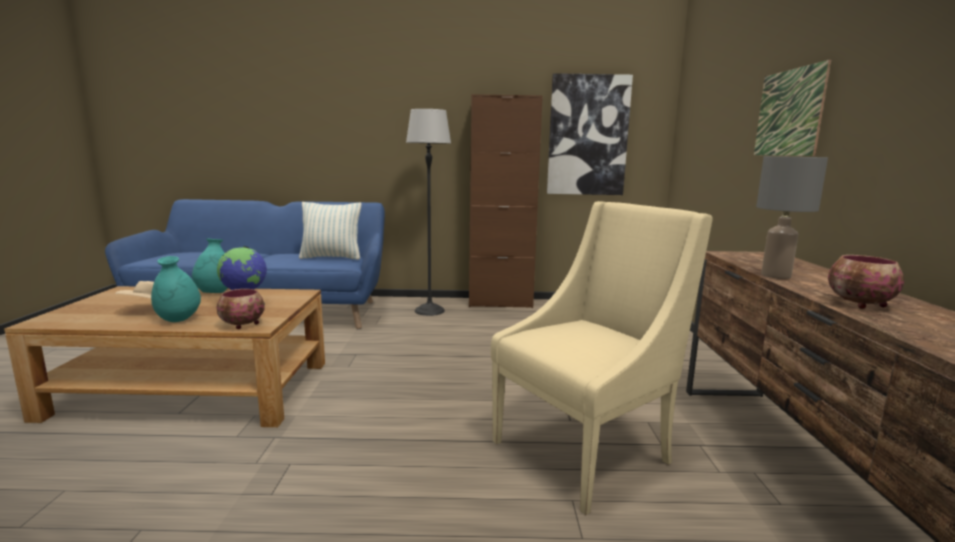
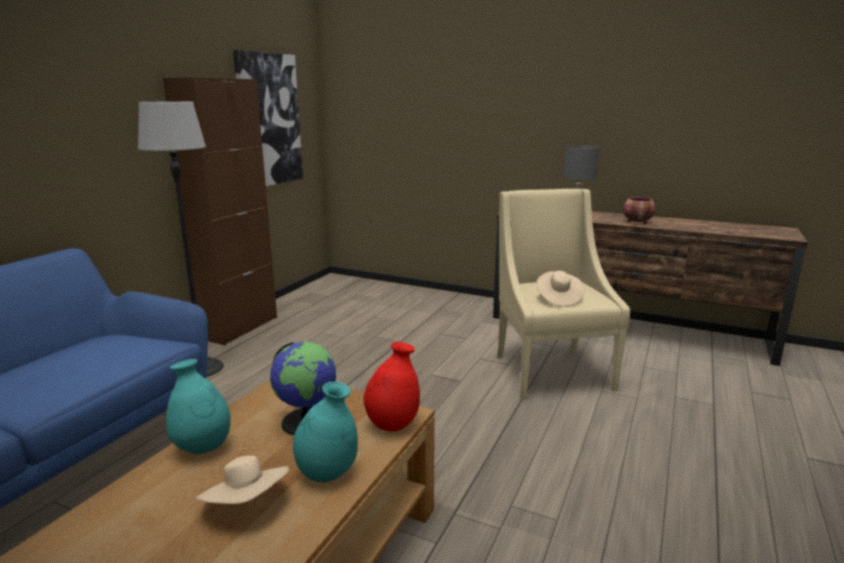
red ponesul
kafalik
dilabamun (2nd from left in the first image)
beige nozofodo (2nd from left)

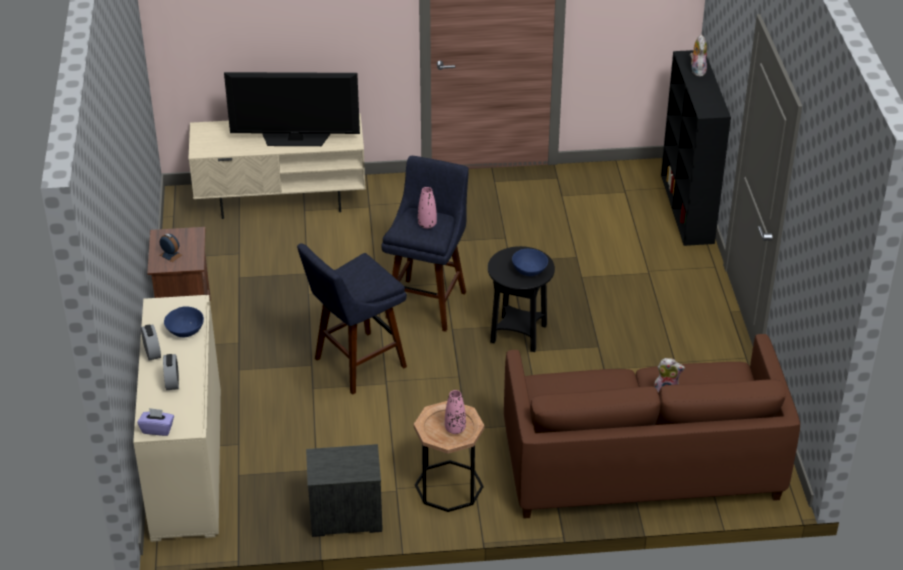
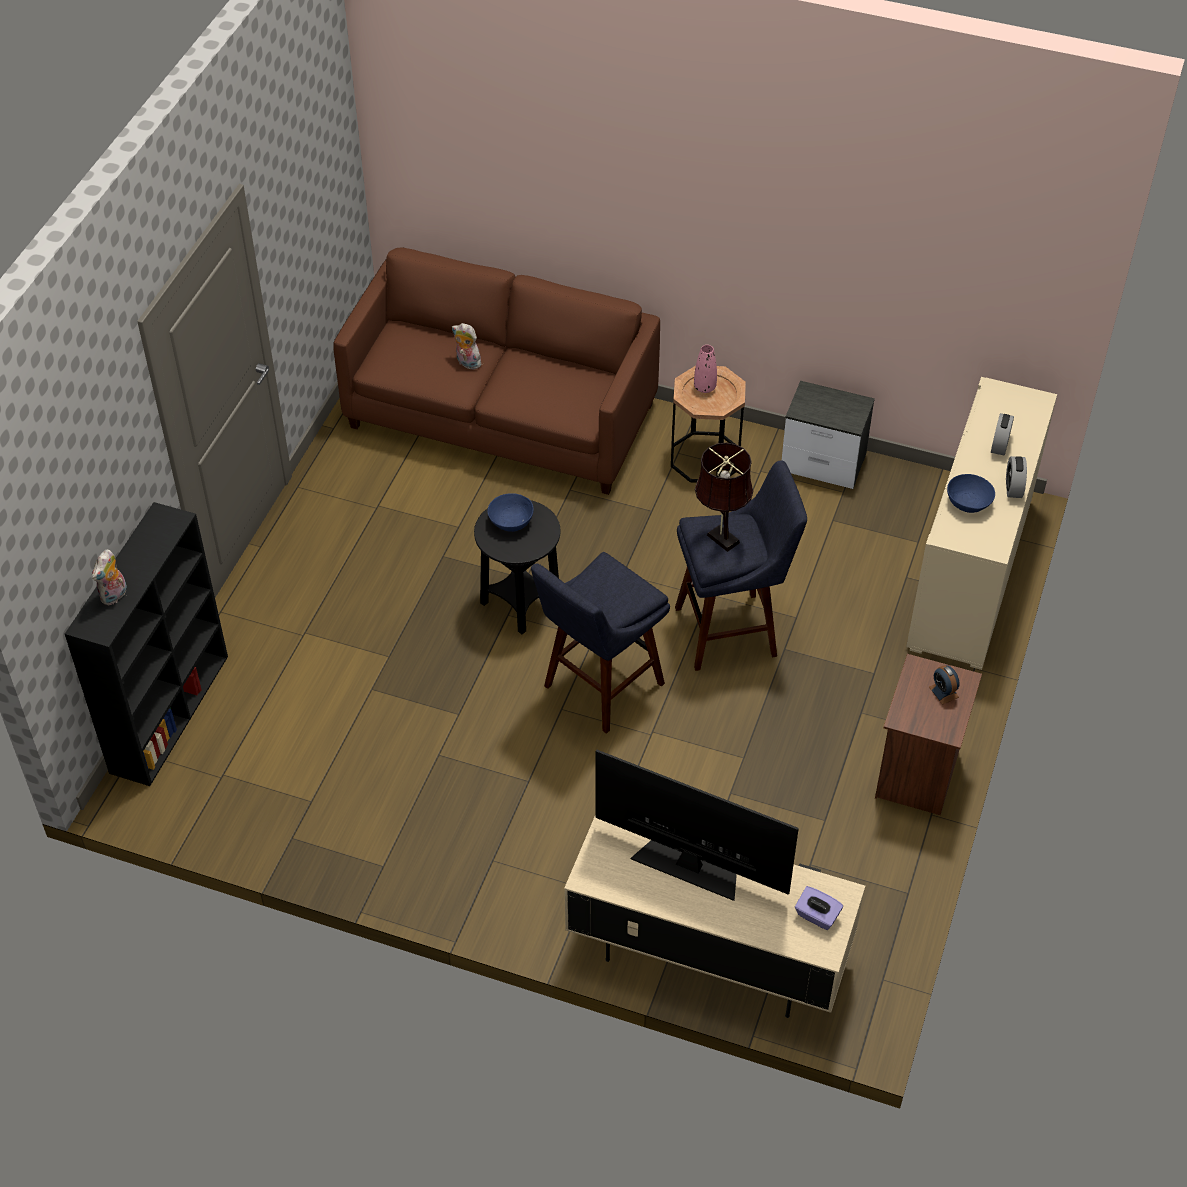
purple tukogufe
pink ponesul (1st from left in the first image)
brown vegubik

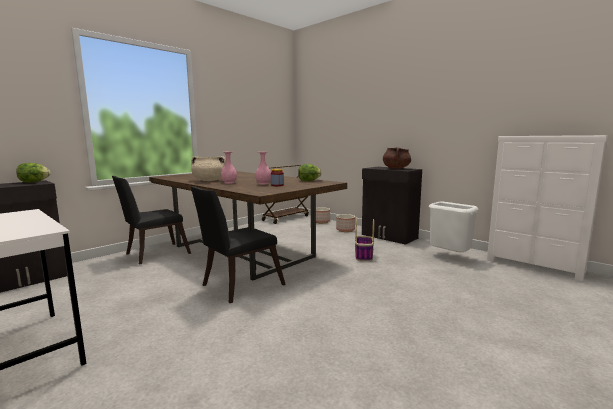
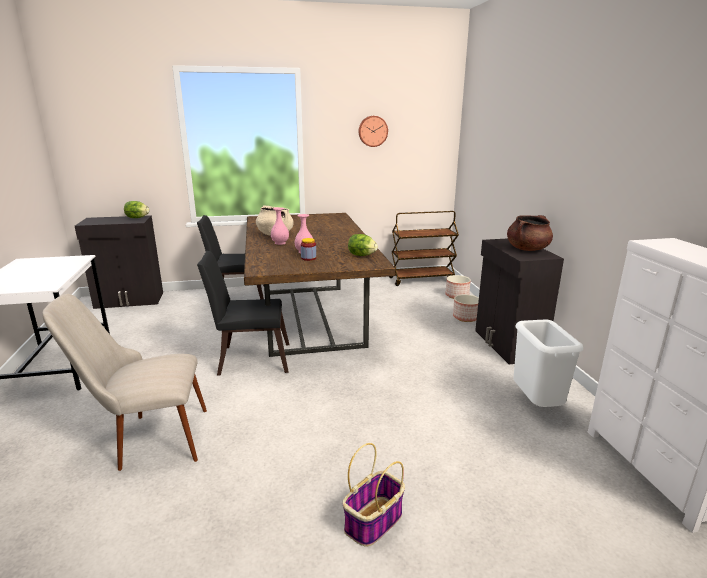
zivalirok
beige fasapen
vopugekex

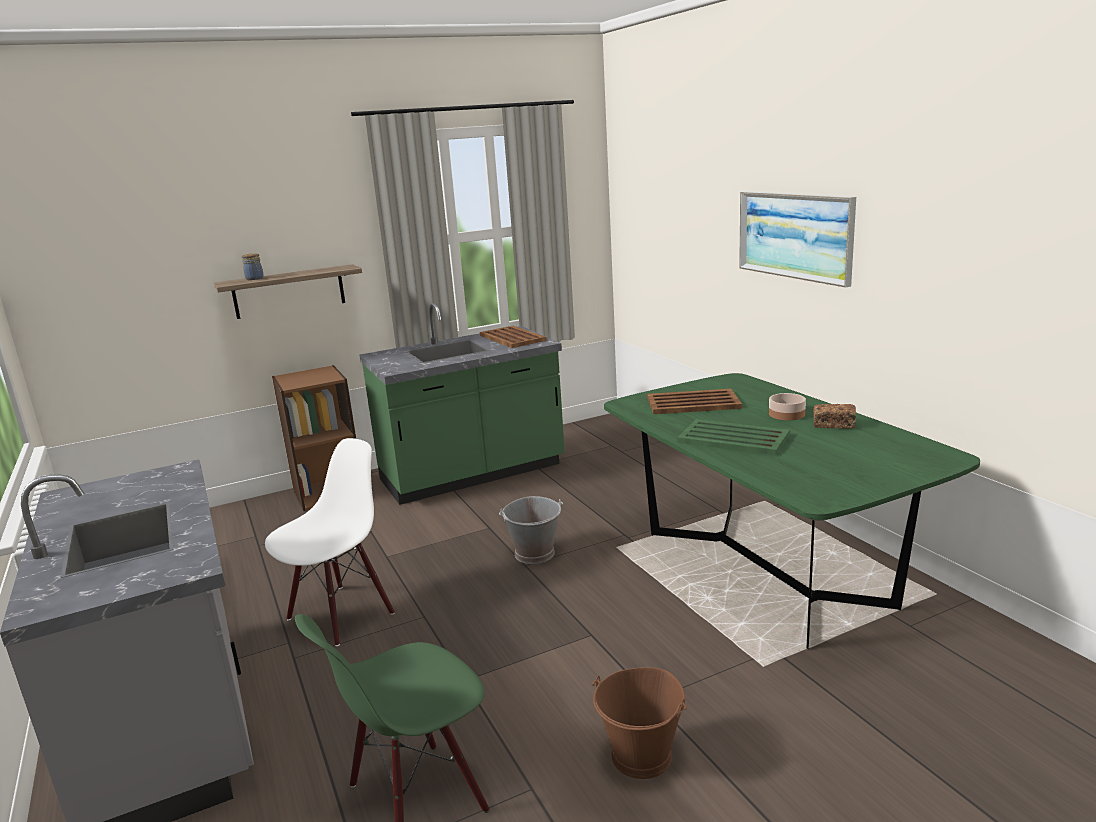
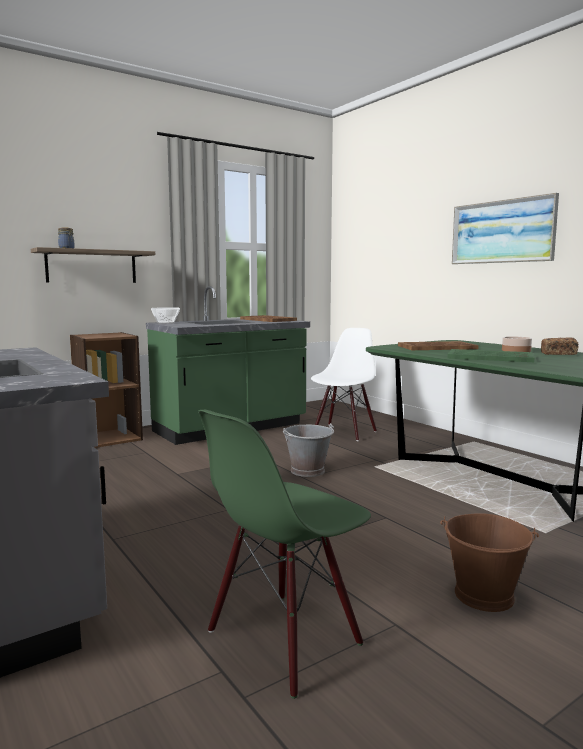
white fasapen
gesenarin (1st from left)

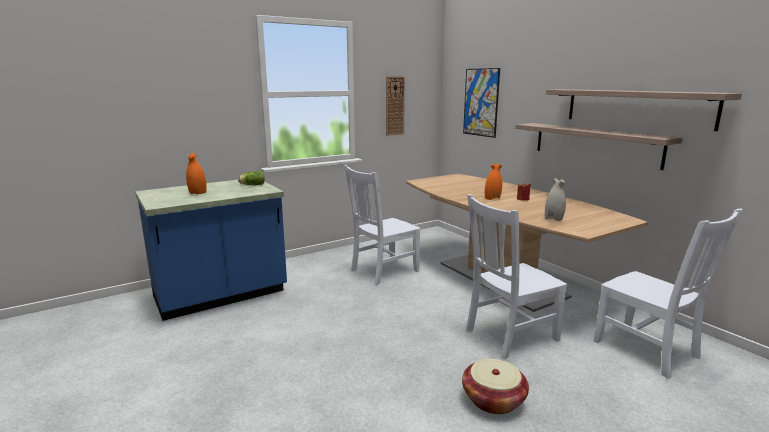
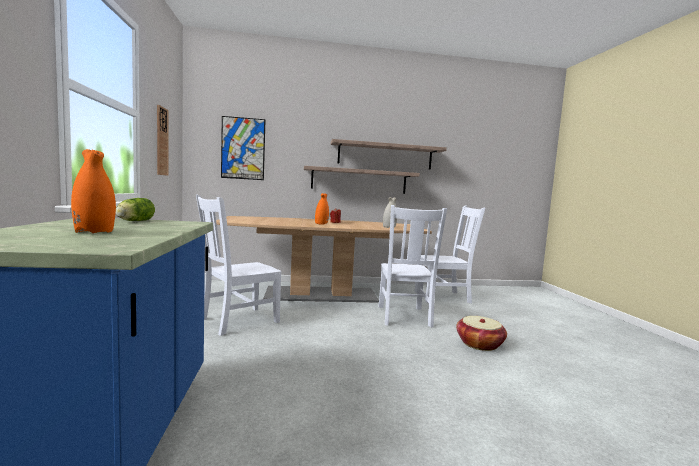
white fasapen (1st from left)

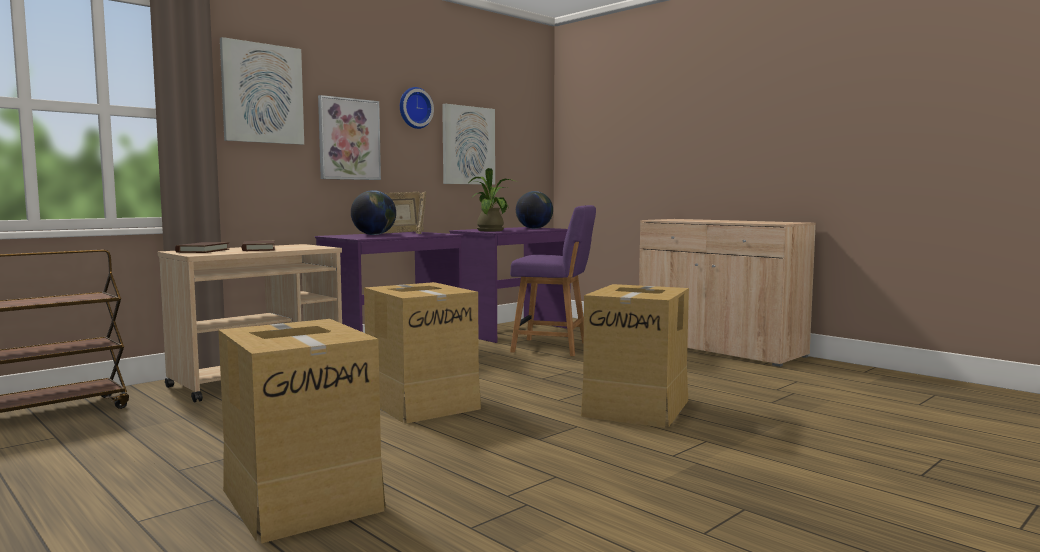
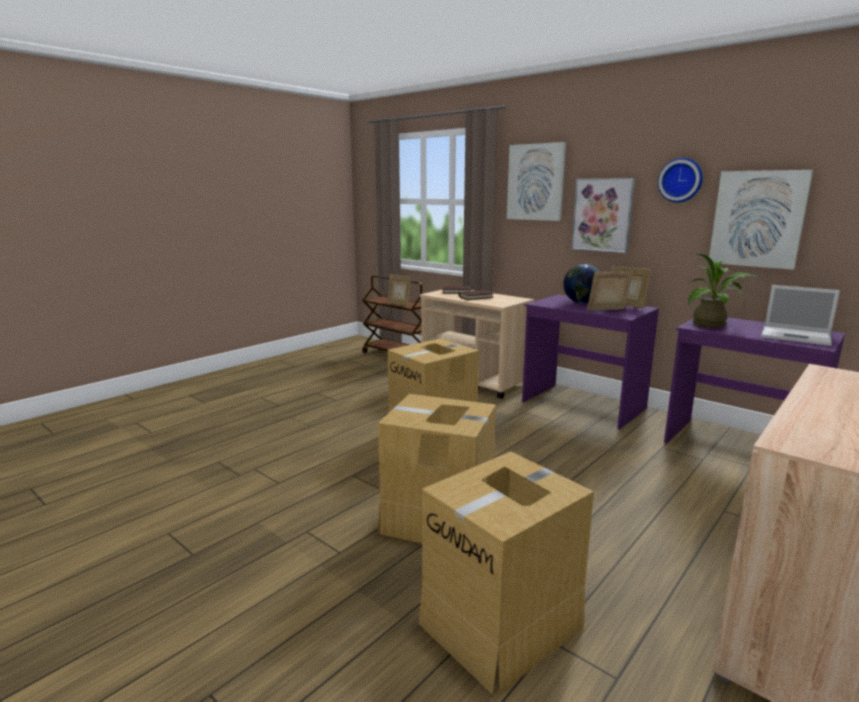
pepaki (3rd from left)
purple fasapen
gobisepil
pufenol (1st from left)

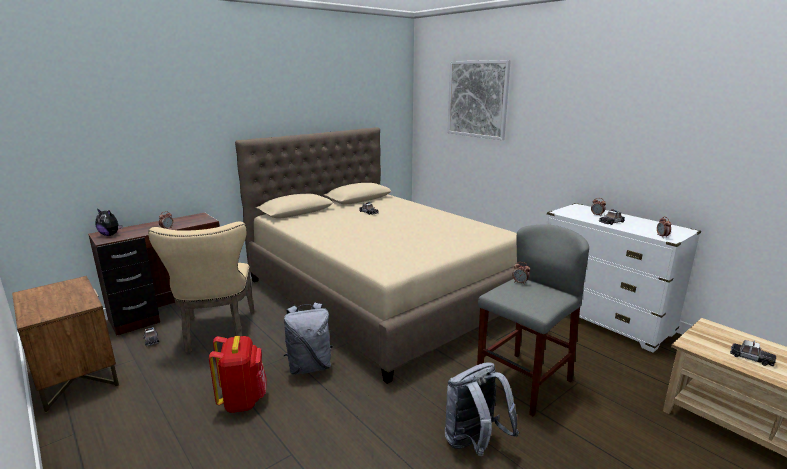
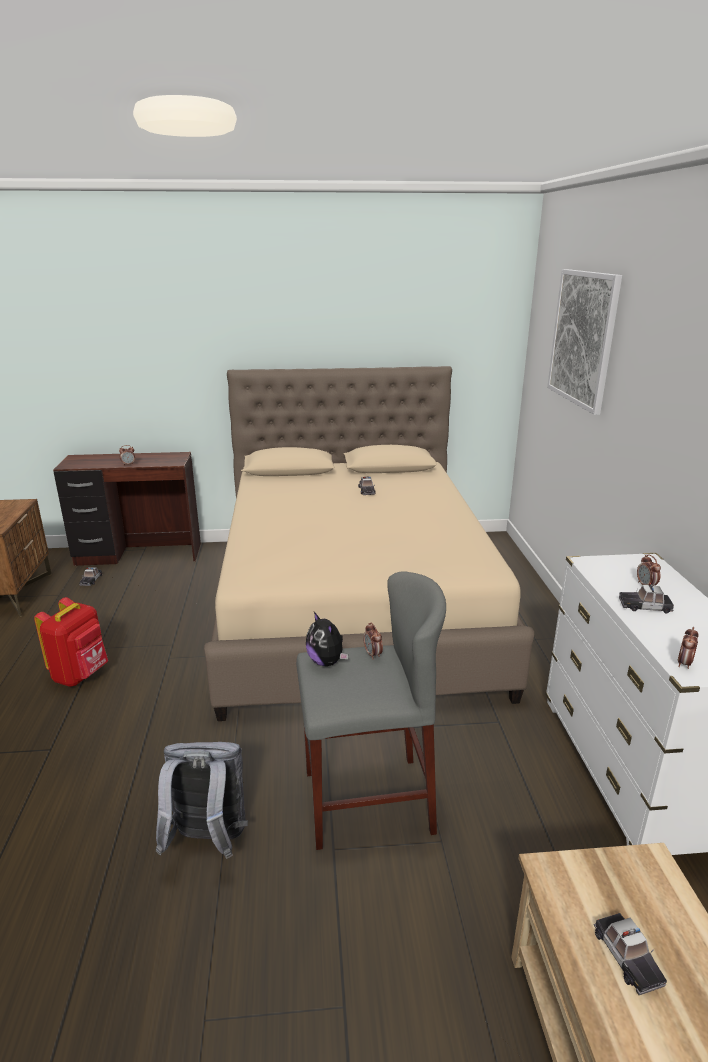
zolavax
beige fasapen
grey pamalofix (1st from left in the first image)

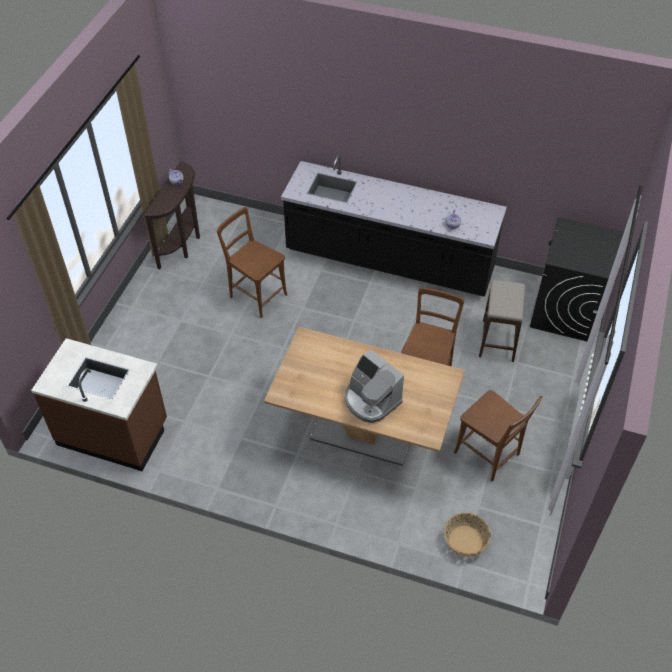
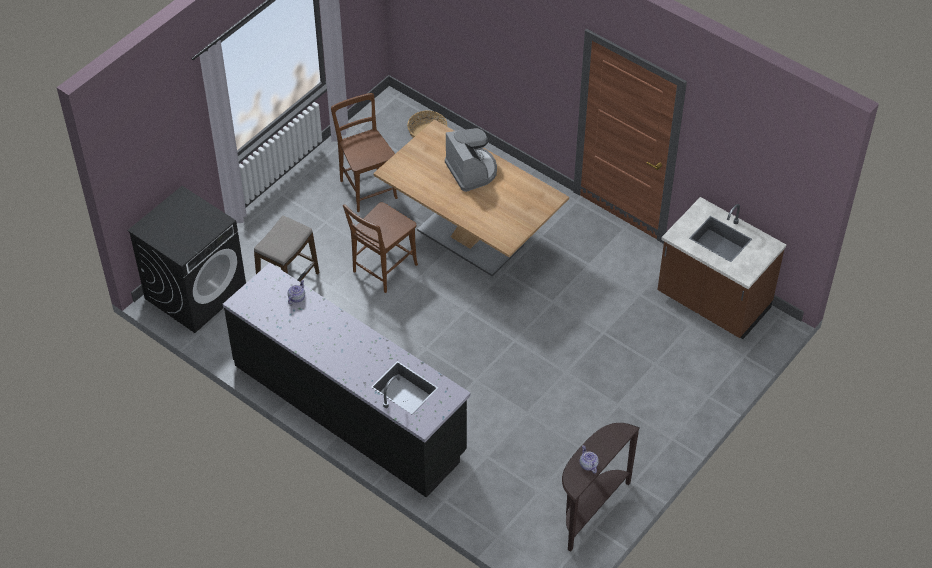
brown fasapen (1st from left in the first image)

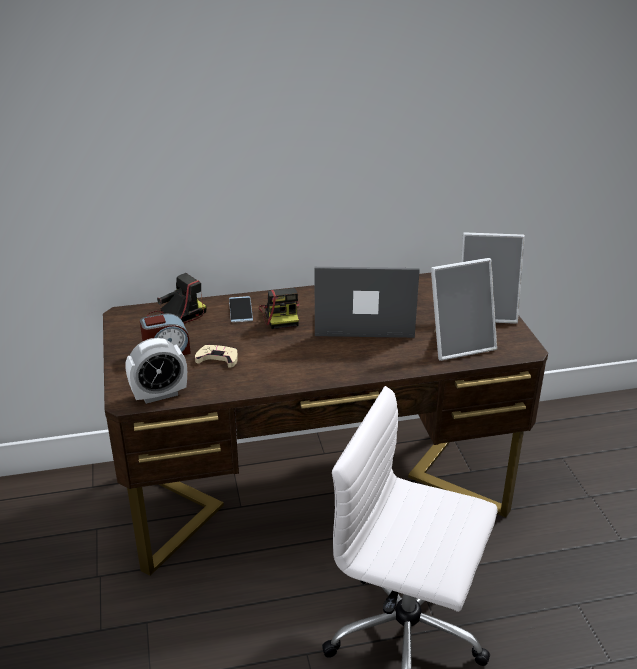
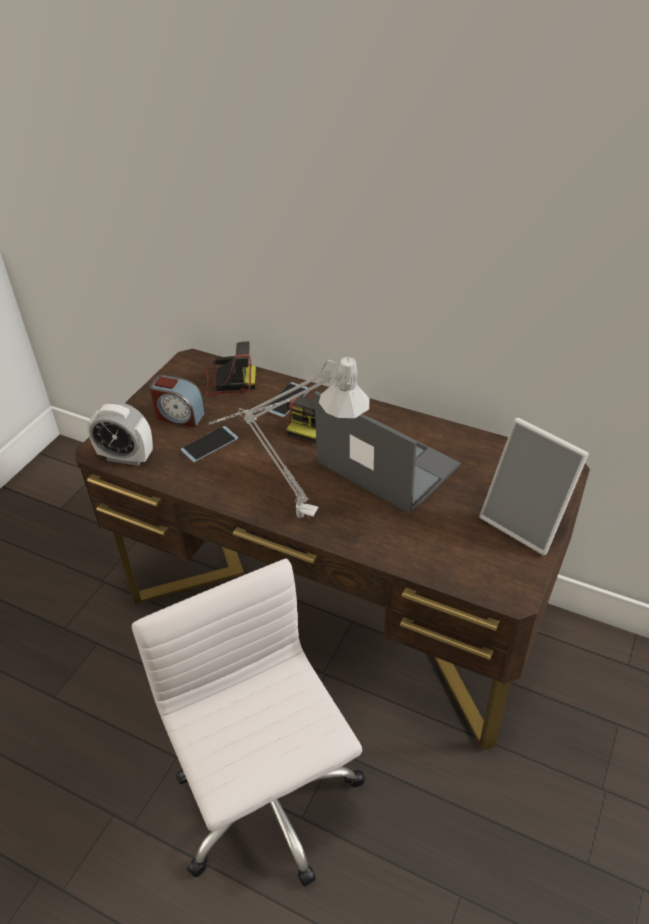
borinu (1st from left)
pufenol (1st from left in the first image)
grey vegubik

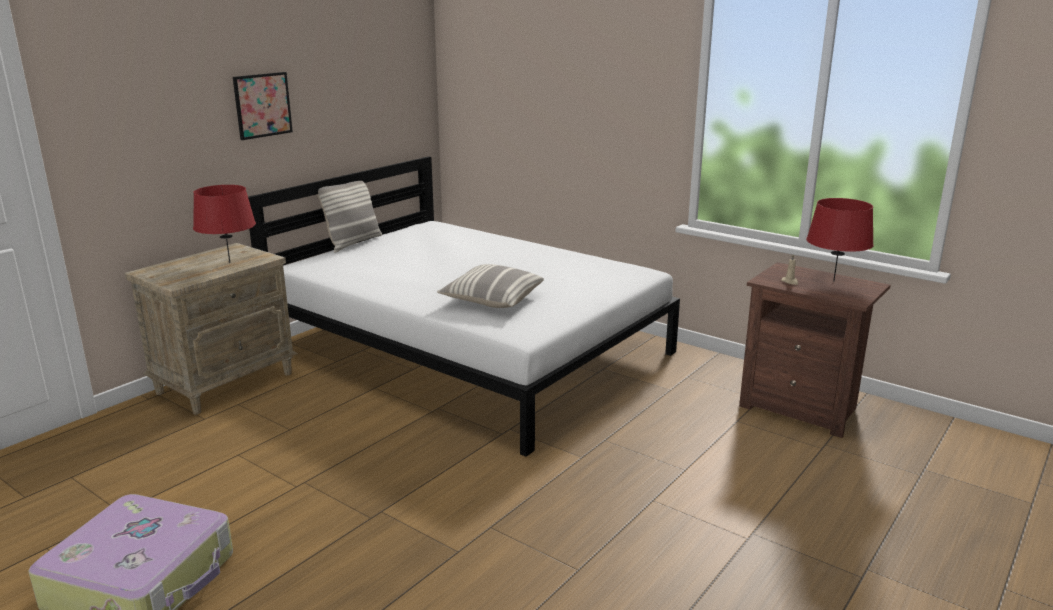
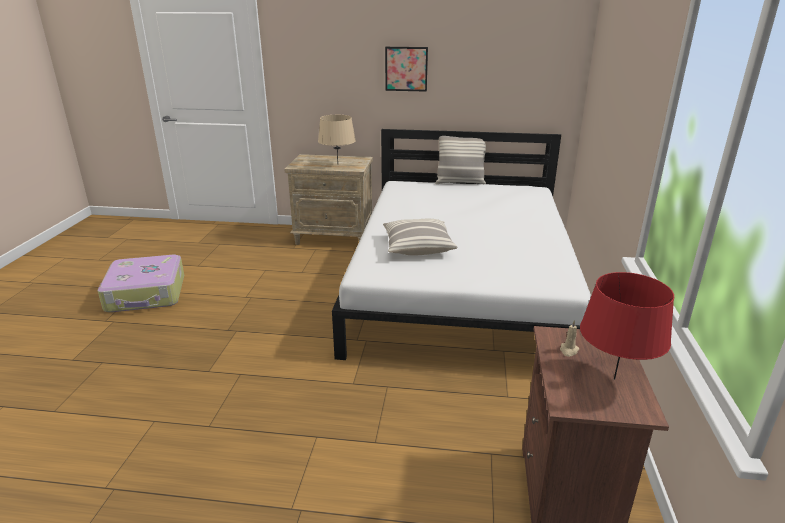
beige vegubik

